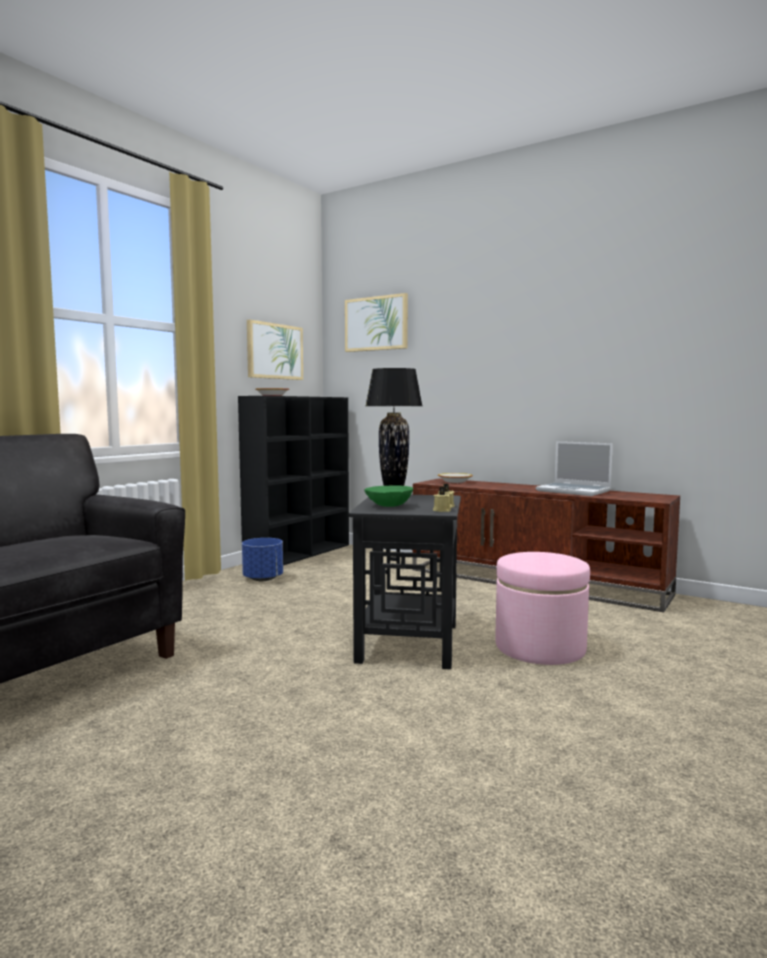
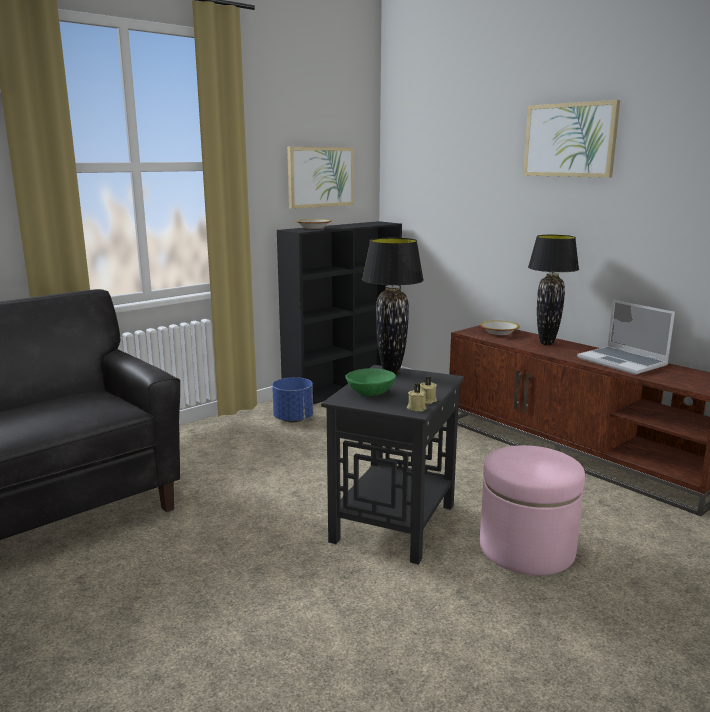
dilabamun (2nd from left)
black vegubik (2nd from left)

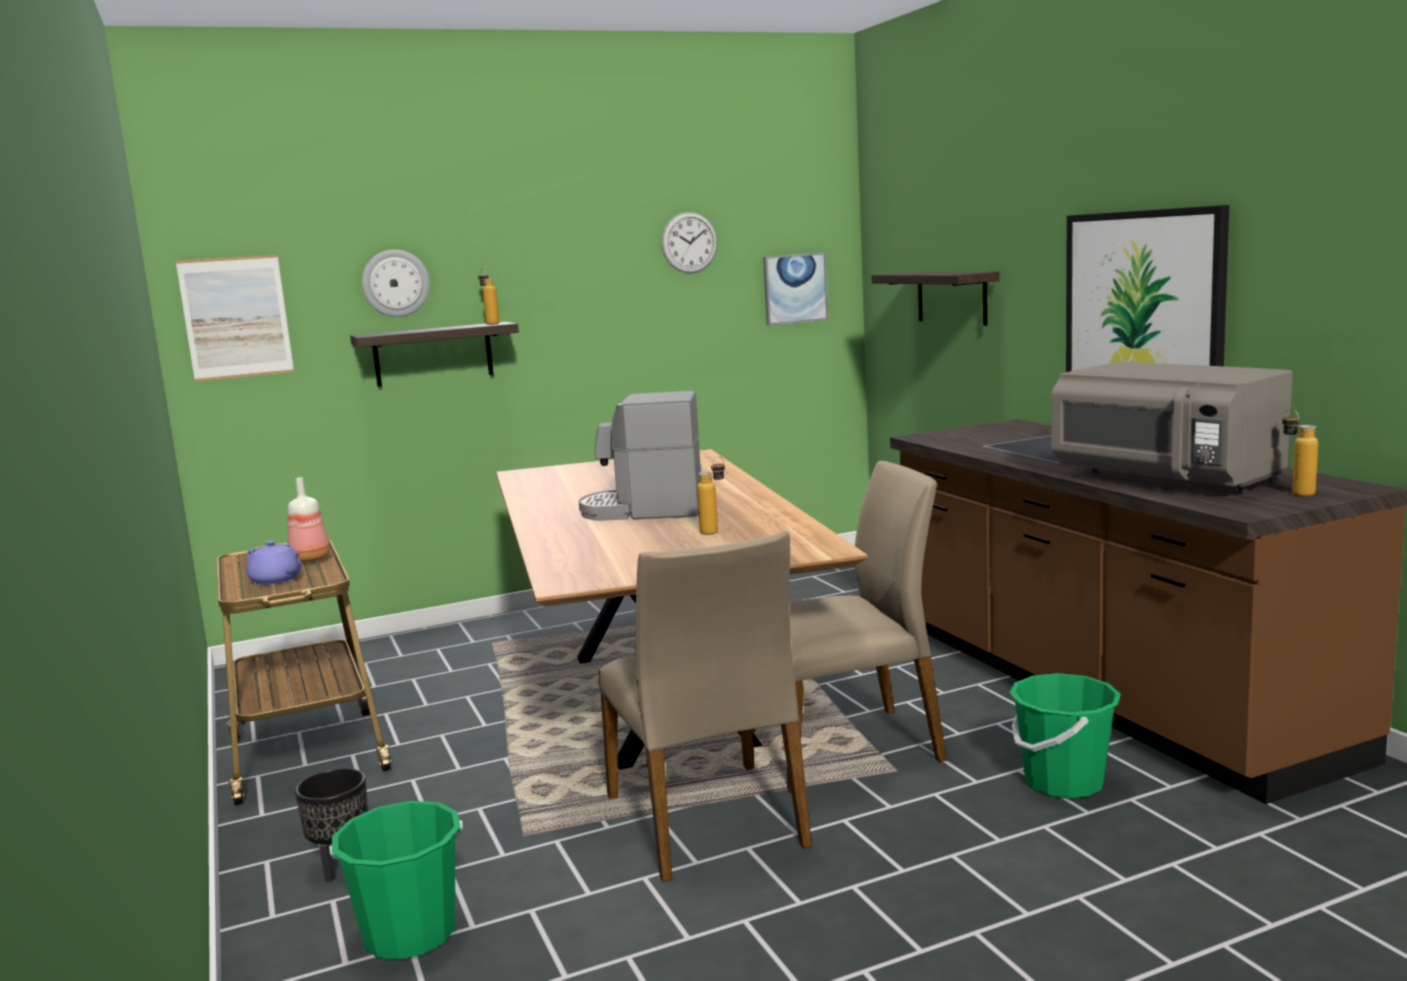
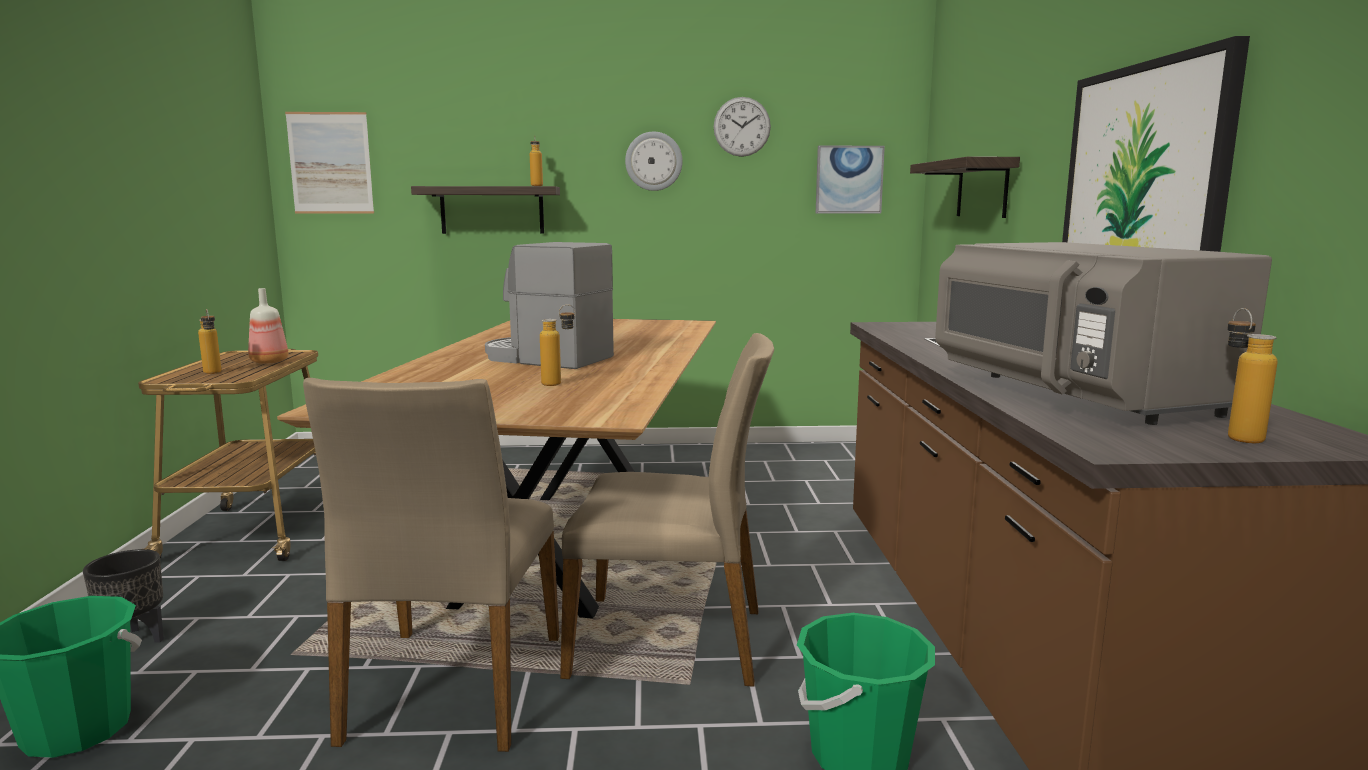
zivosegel (1st from left)
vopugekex (1st from left)

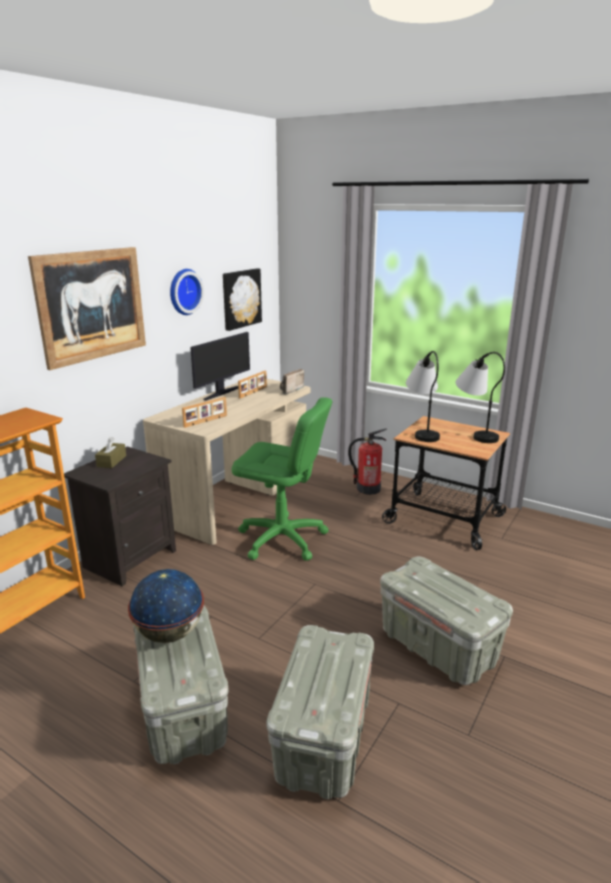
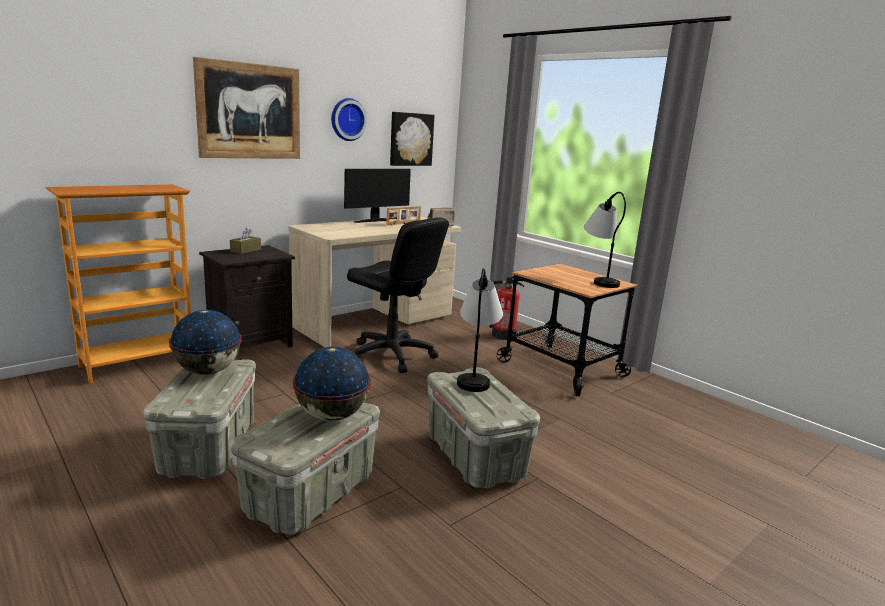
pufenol (1st from left in the first image)
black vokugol
vegubik (1st from left)
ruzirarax (2nd from left)

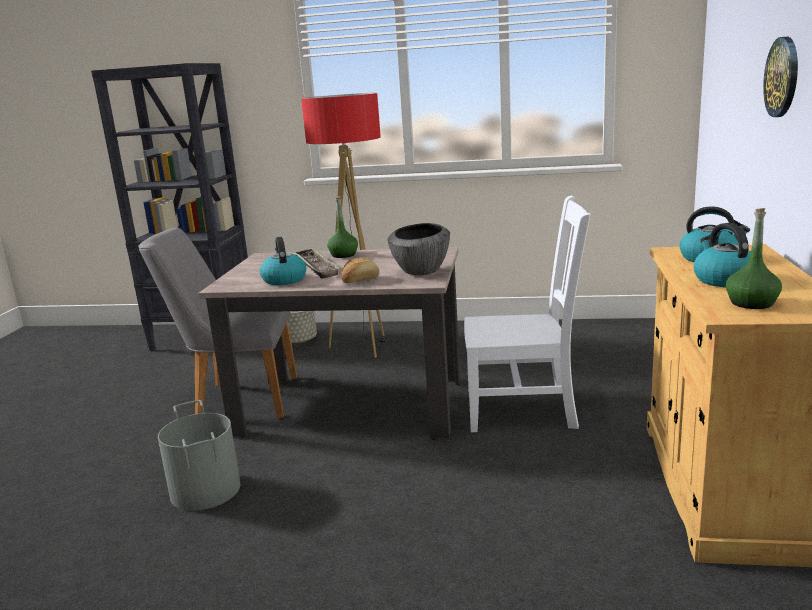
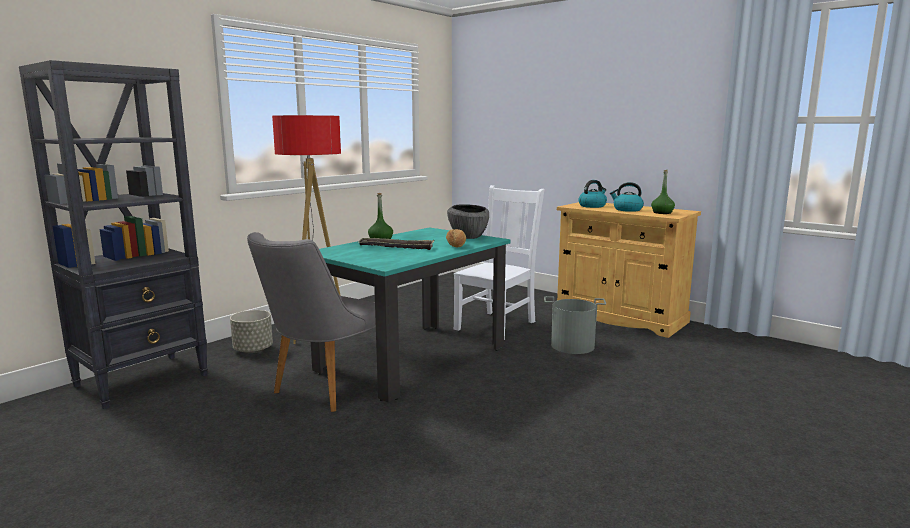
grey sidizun
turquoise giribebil
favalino (1st from left in the first image)
vopugekex

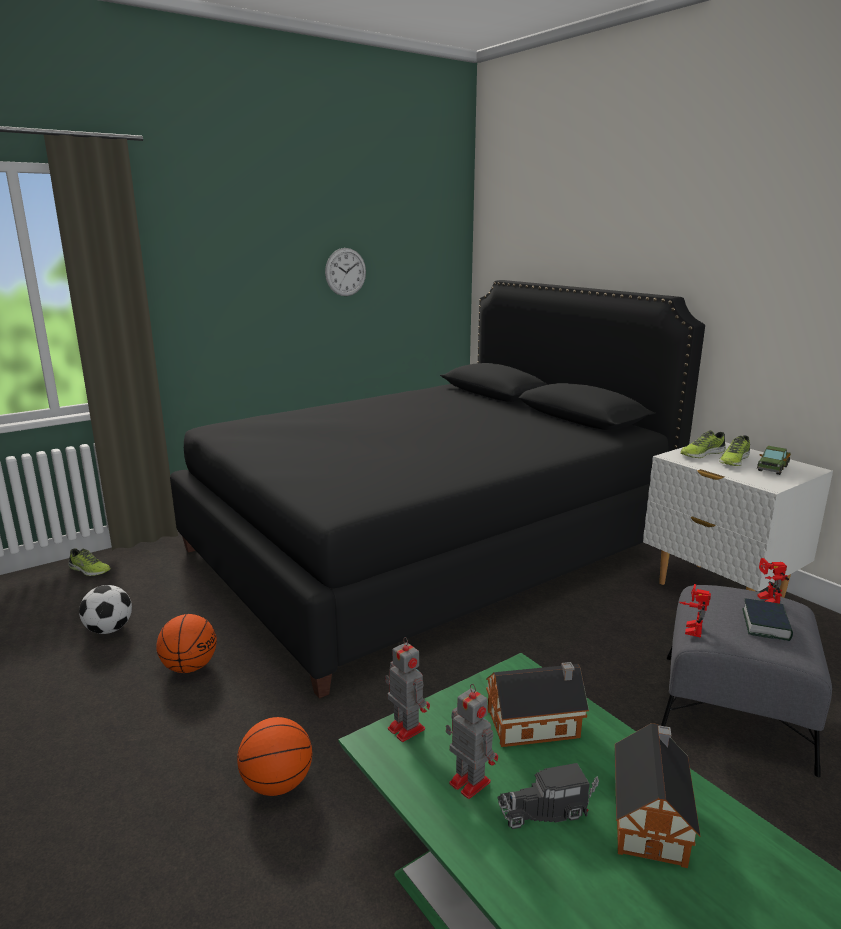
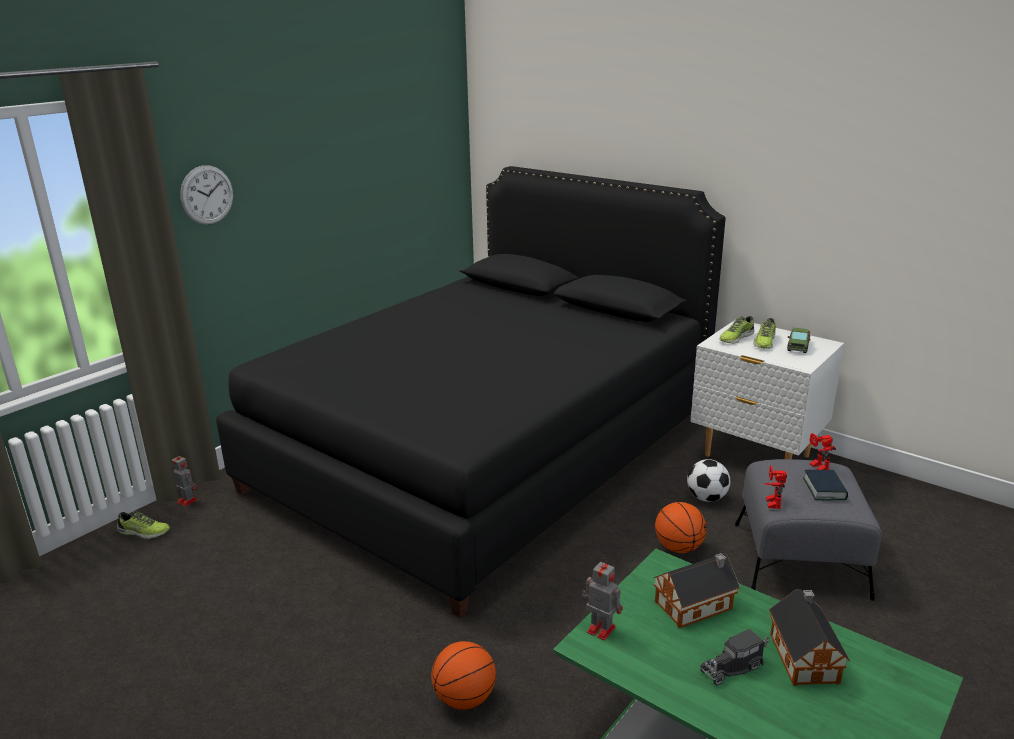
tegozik
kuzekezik (2nd from left)
vopugekex
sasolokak (1st from left)

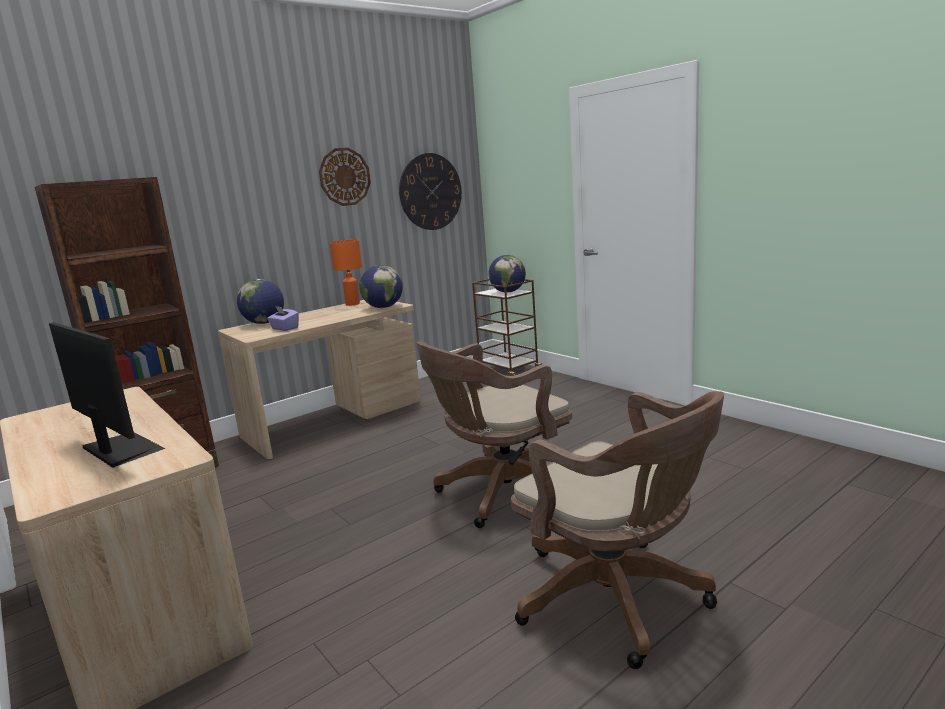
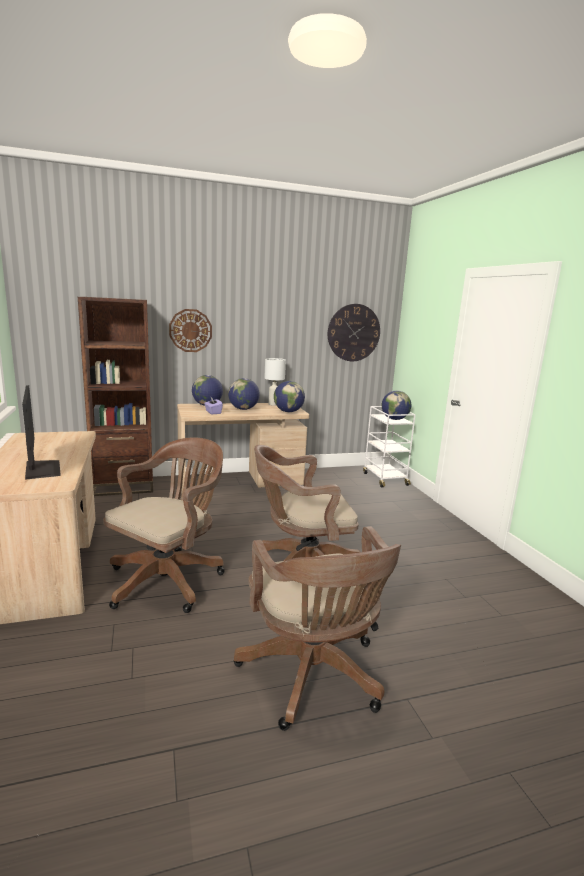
vopugekex (1st from left)
white vegubik
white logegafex
brown vokugol (1st from left)
ruzirarax (2nd from left)

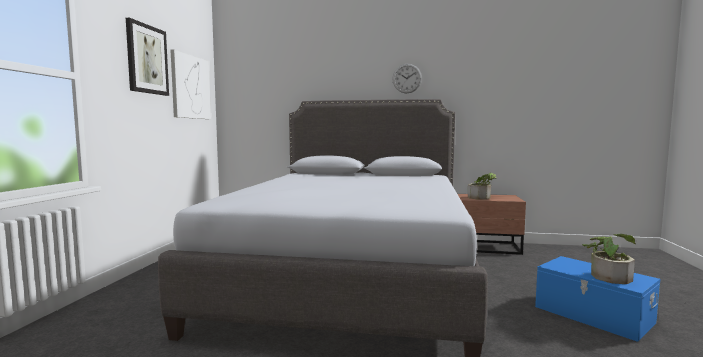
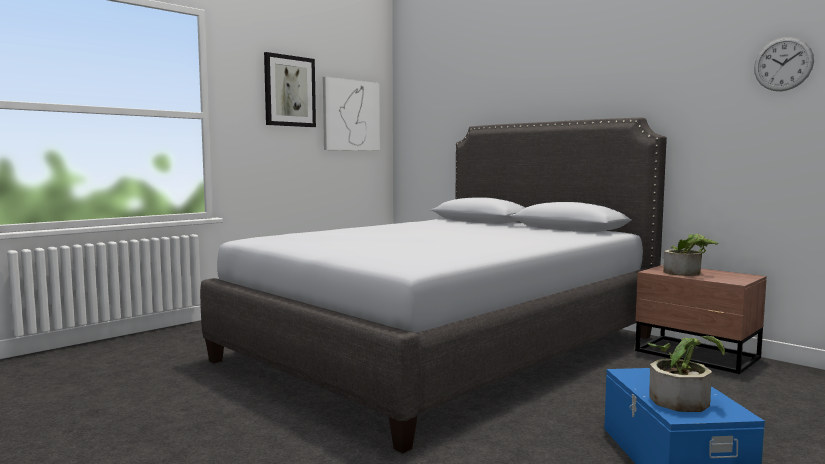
vopugekex

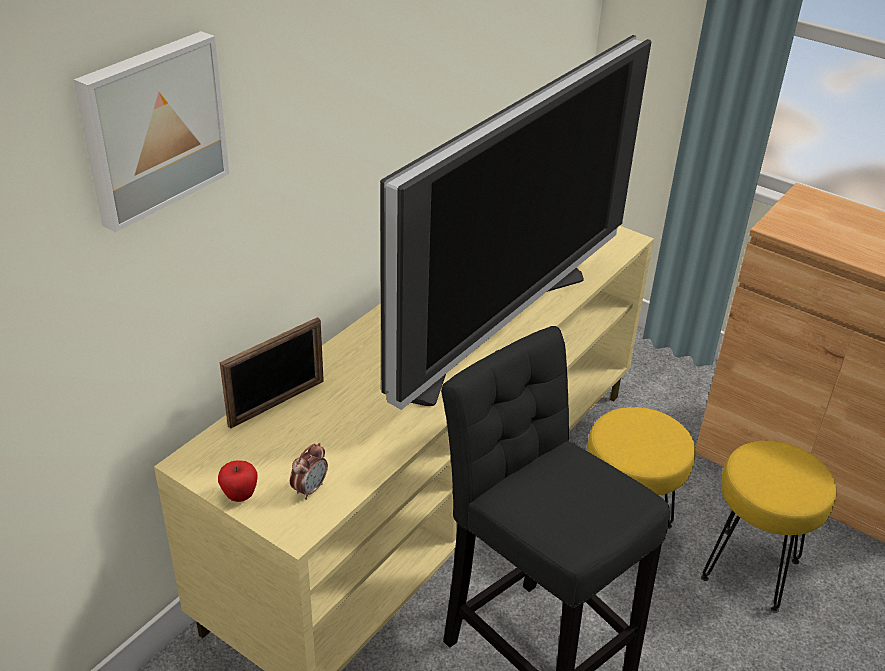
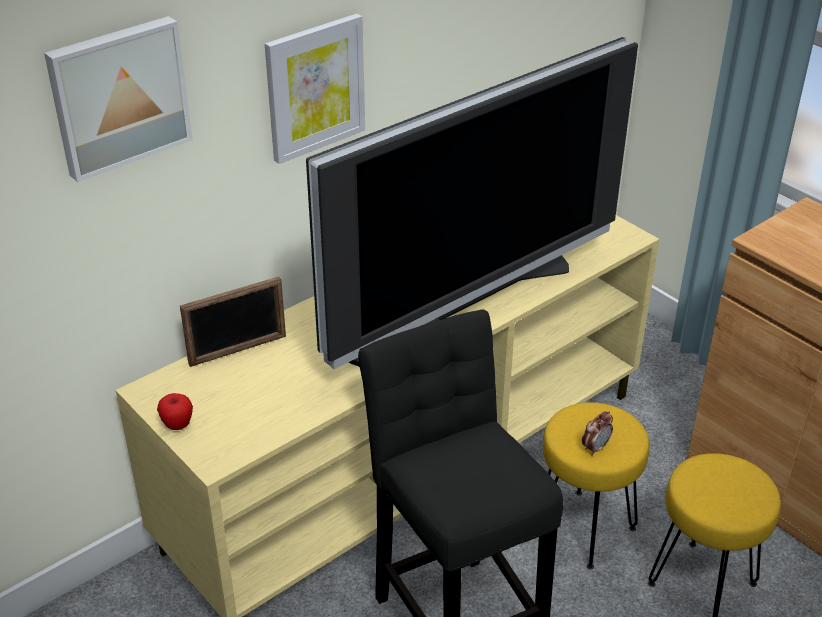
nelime
dilabamun (2nd from left)

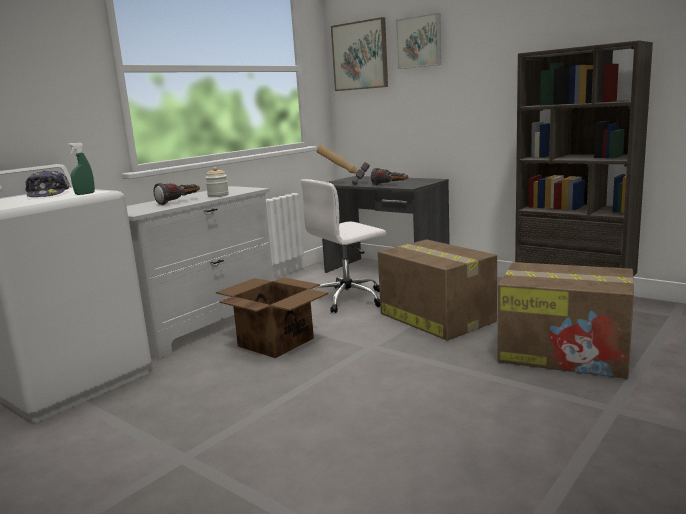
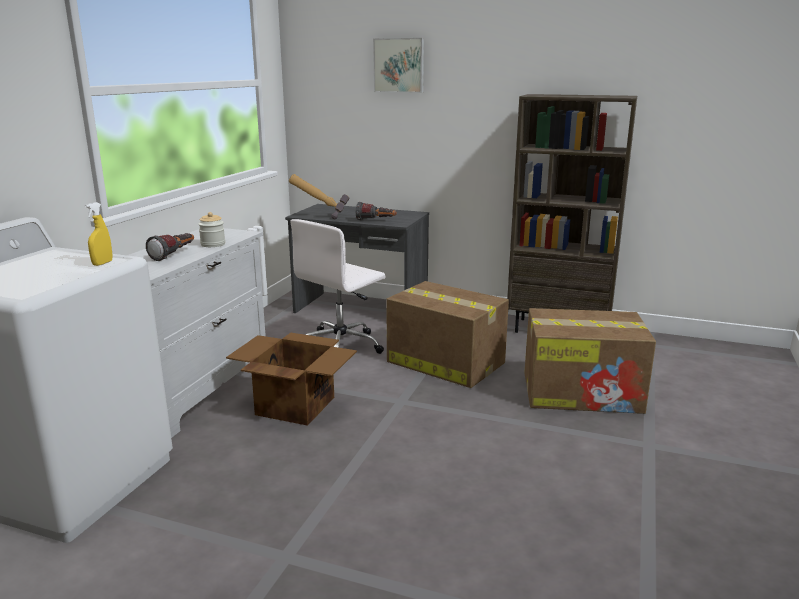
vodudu
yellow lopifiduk
dilabamun (1st from left in the first image)

